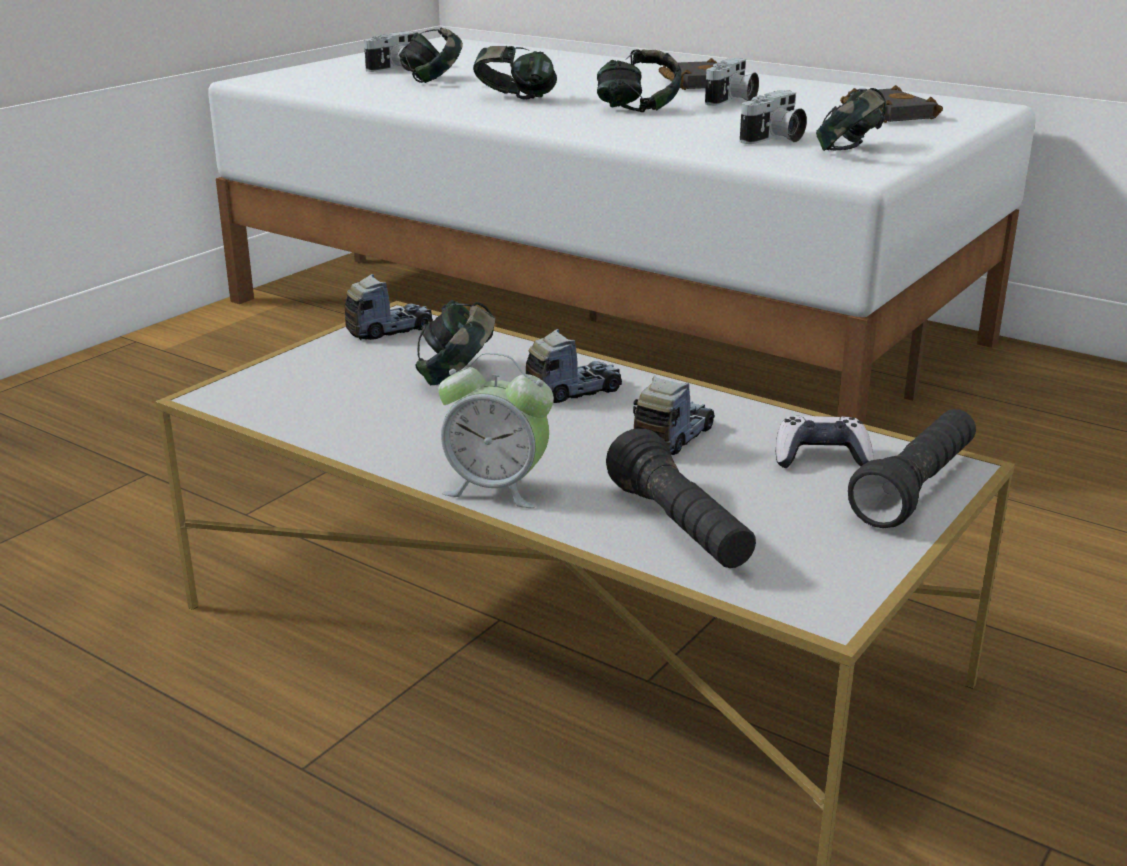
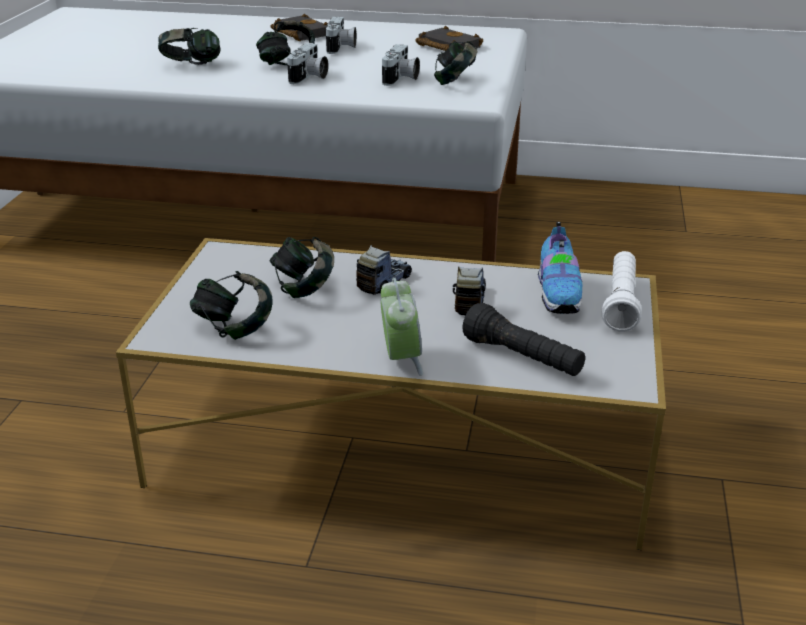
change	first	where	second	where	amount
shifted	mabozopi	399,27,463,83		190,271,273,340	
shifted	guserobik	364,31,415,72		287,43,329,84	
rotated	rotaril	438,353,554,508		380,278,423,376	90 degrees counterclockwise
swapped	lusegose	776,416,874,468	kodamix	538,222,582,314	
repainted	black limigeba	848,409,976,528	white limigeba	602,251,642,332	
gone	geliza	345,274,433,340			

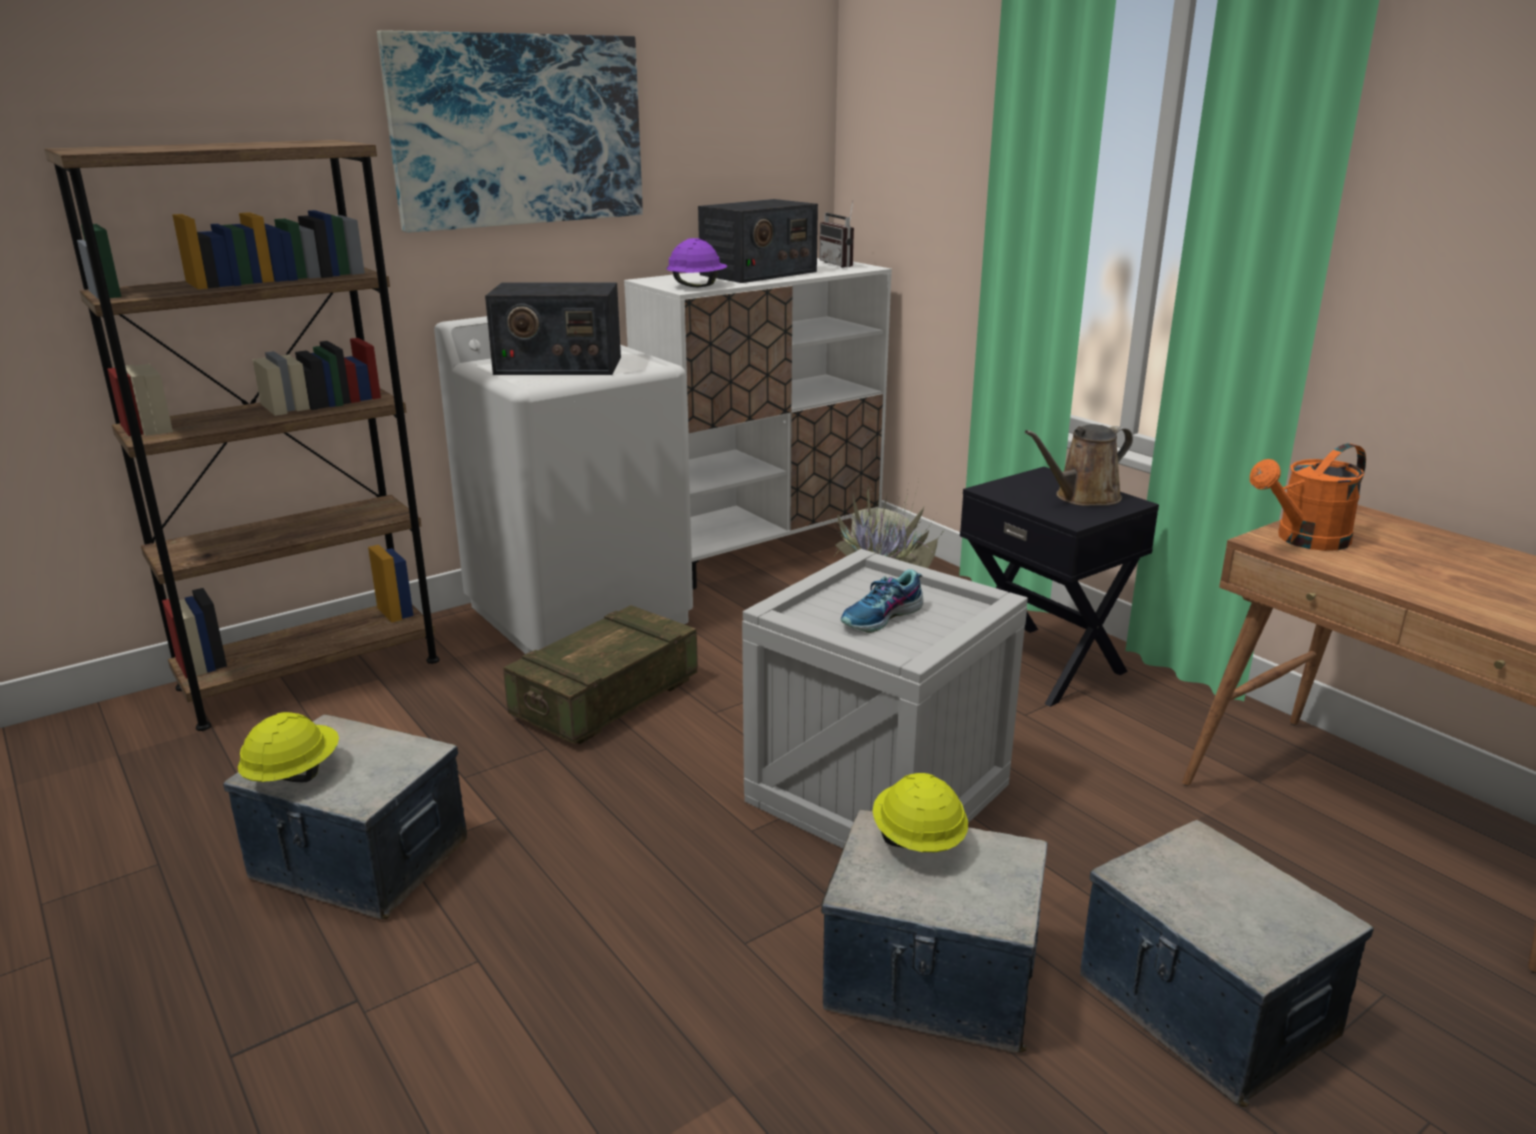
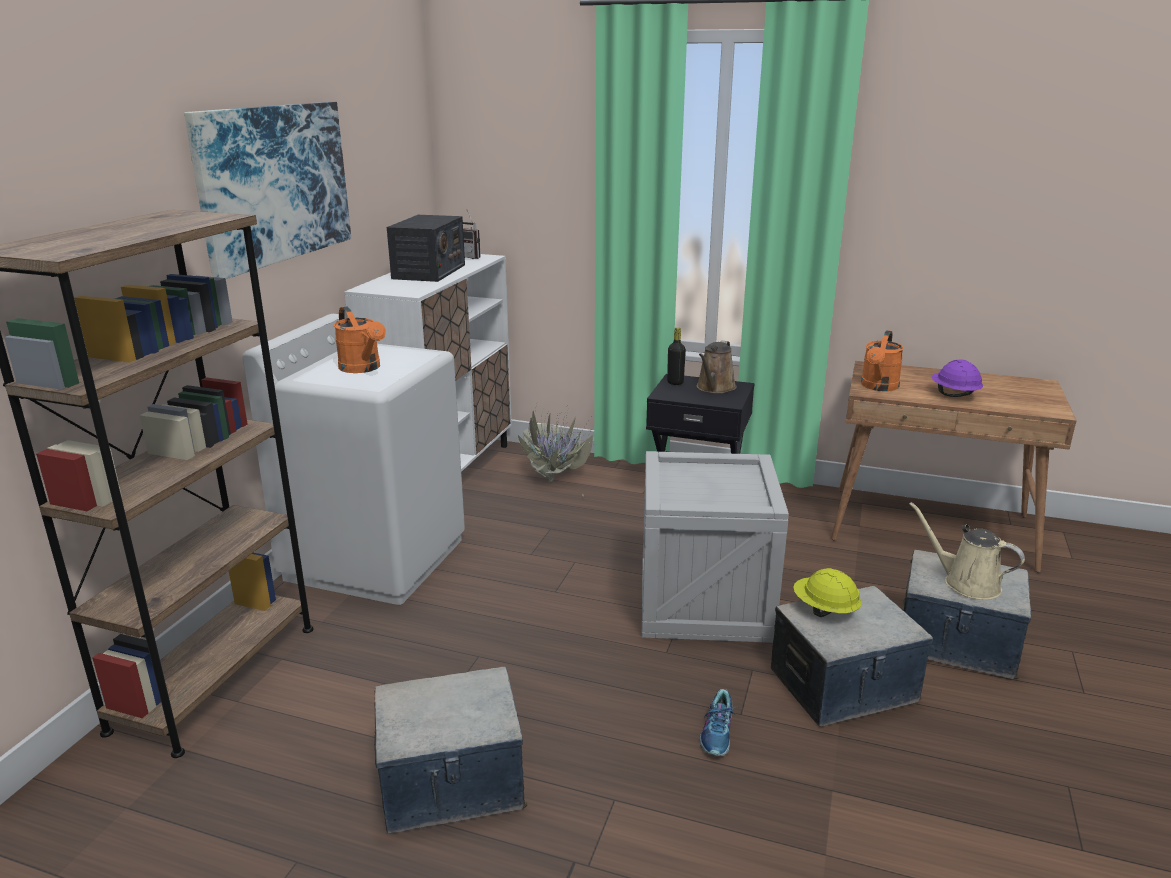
change	first	where	second	where	amount
swapped	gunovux	485,282,621,375	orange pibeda	334,306,386,373	
new			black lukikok	667,327,686,385	
shifted	kodamix	841,569,923,633		699,689,736,756	
new			beige pibeda	909,502,1025,600	
shifted	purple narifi	667,238,727,287		932,360,983,397	
gone	yellow narifi	238,712,339,782			
gone	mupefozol	503,605,698,744			

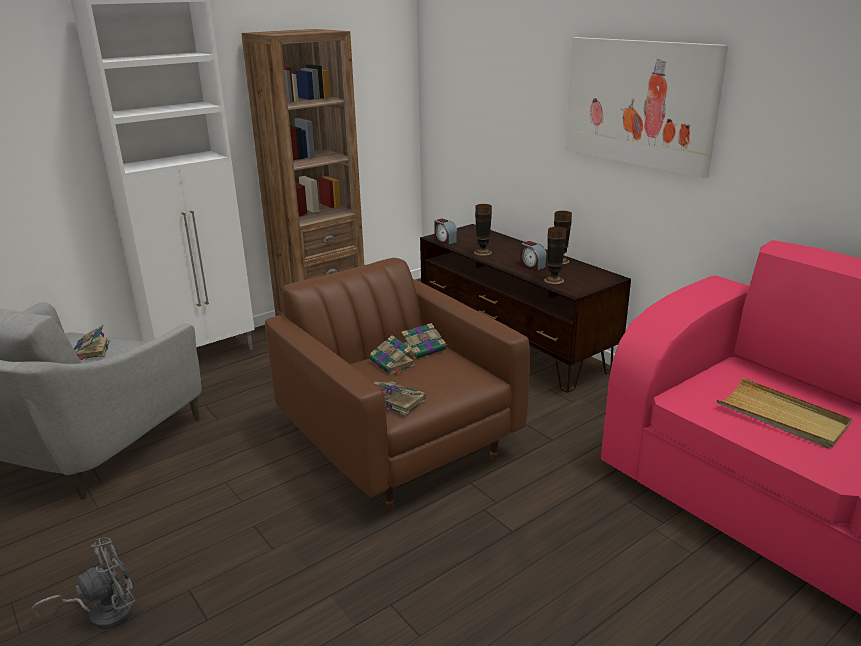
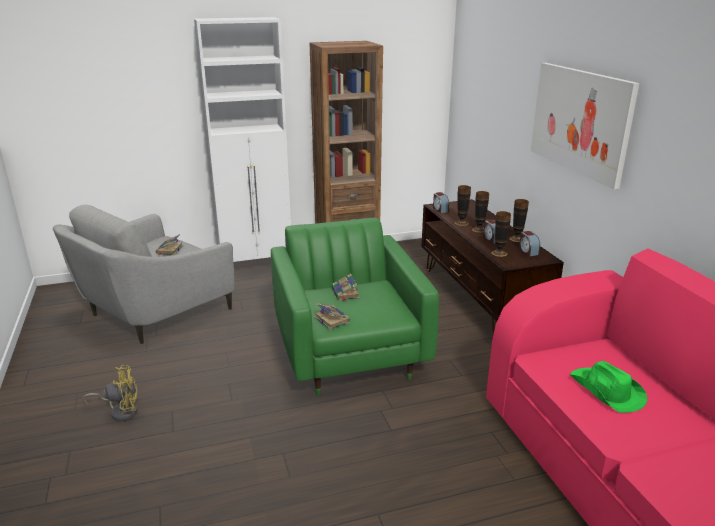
change	first	where	second	where	amount
repainted	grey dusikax	31,537,136,629	yellow dusikax	83,365,138,421	
repainted	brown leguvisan	265,258,530,510	green leguvisan	271,218,439,395	
new			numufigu	472,191,489,233	
new			rotaril	519,231,540,256	
swapped	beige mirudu	717,378,852,449	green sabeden	570,361,648,413	
gone	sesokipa	401,323,449,359			

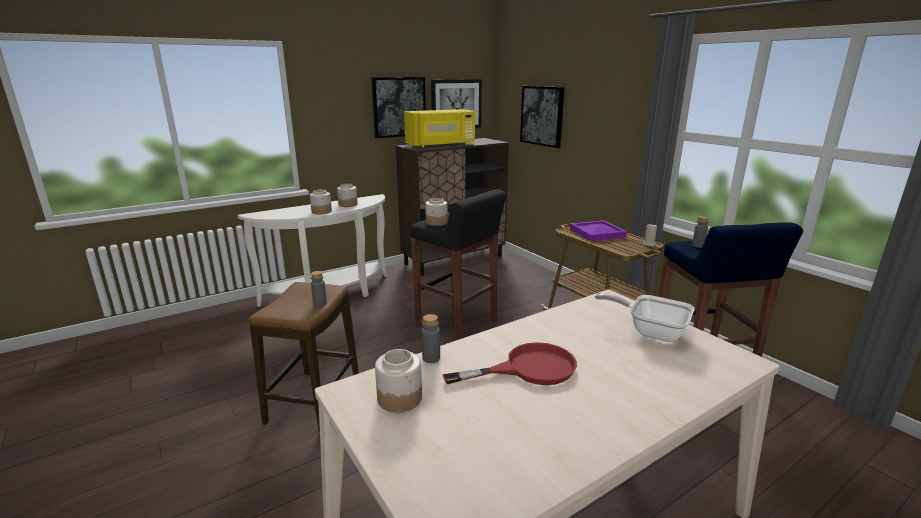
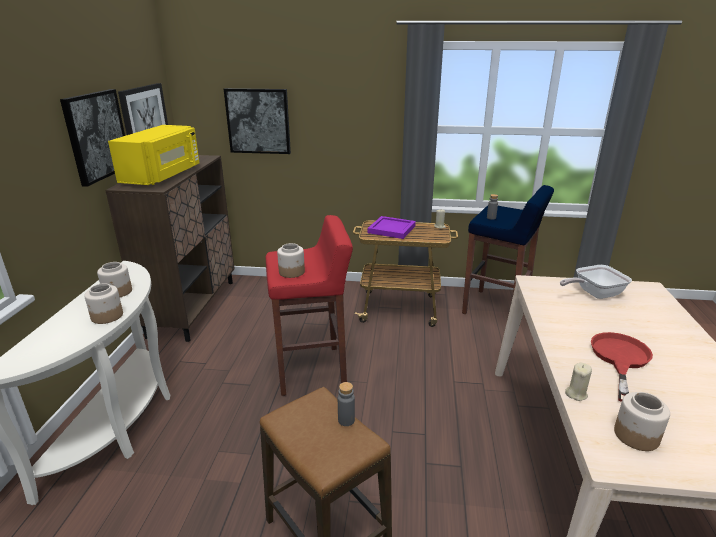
change	first	where	second	where	amount
repainted	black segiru	409,189,506,340	red segiru	266,215,353,396	
swapped	grey lukikok	422,314,440,363	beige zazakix	565,363,592,401	

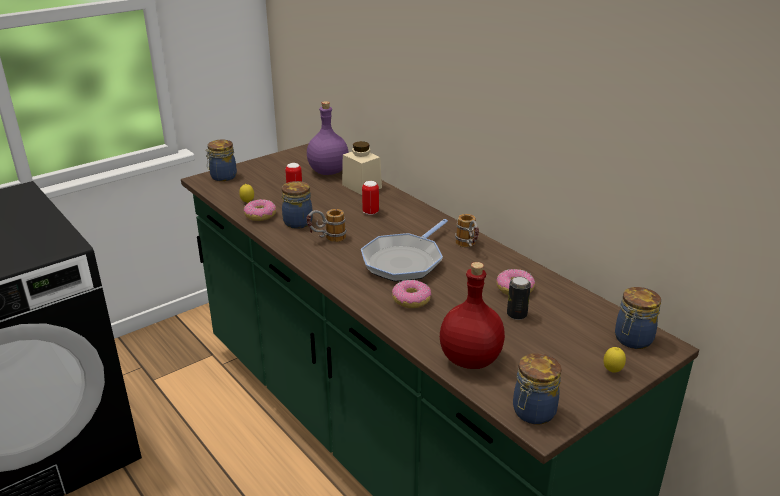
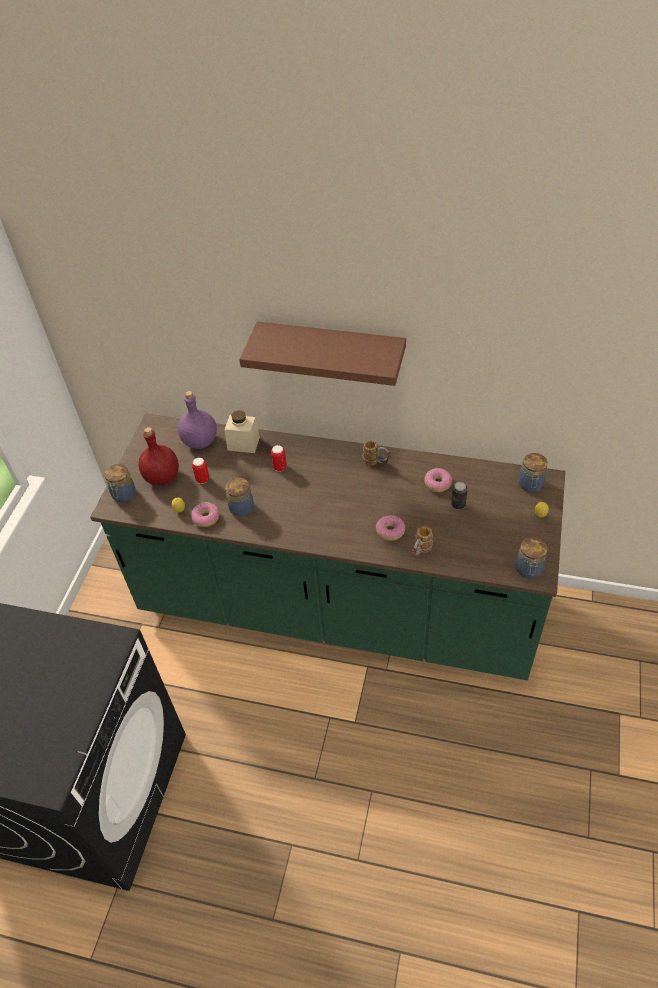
change	first	where	second	where	amount
shifted	red lukikok	440,262,505,369		139,427,179,485	
new			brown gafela	239,322,406,386	
shifted	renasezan	307,209,346,242		413,526,433,557	
gone	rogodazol	361,219,448,282			

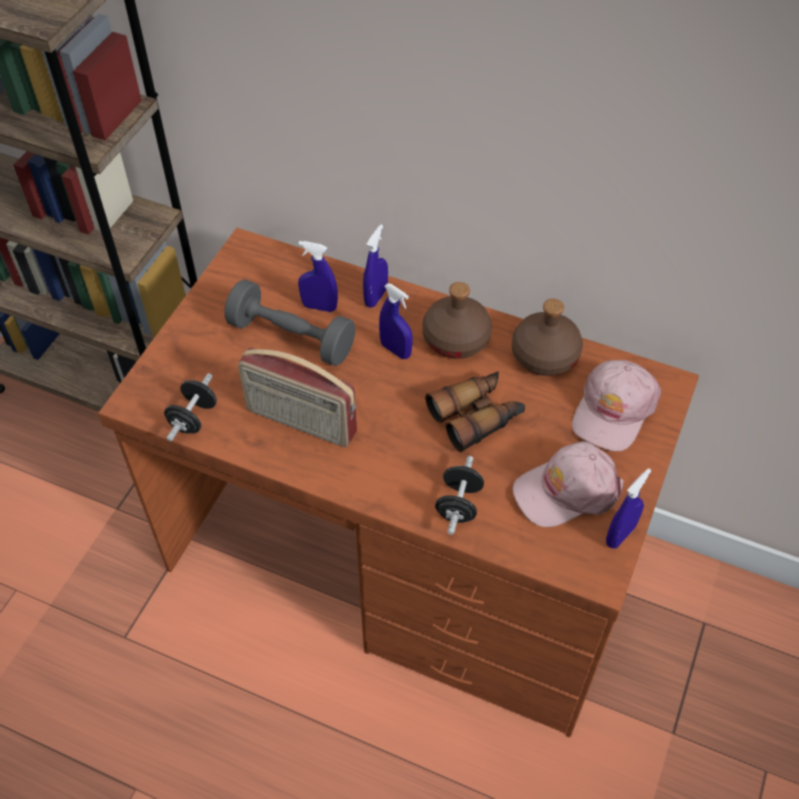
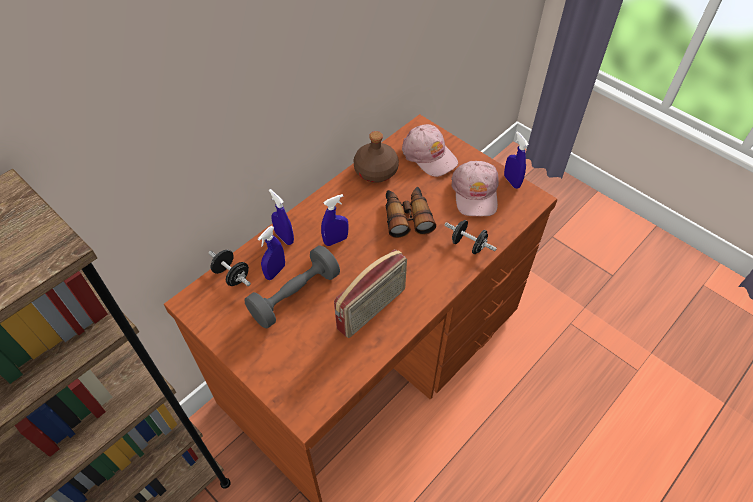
change	first	where	second	where	amount
shifted	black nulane	164,373,217,441		209,250,251,286	
gone	brown lukikok	422,282,492,359			

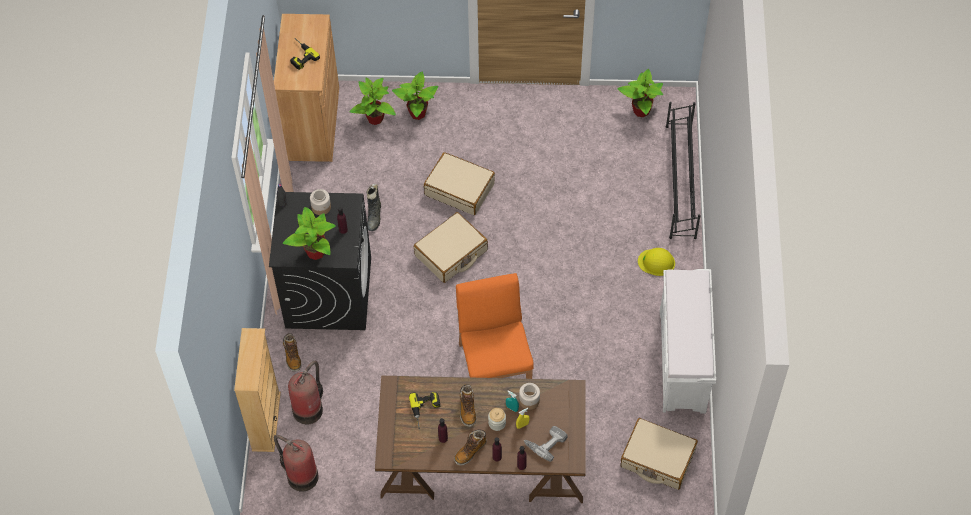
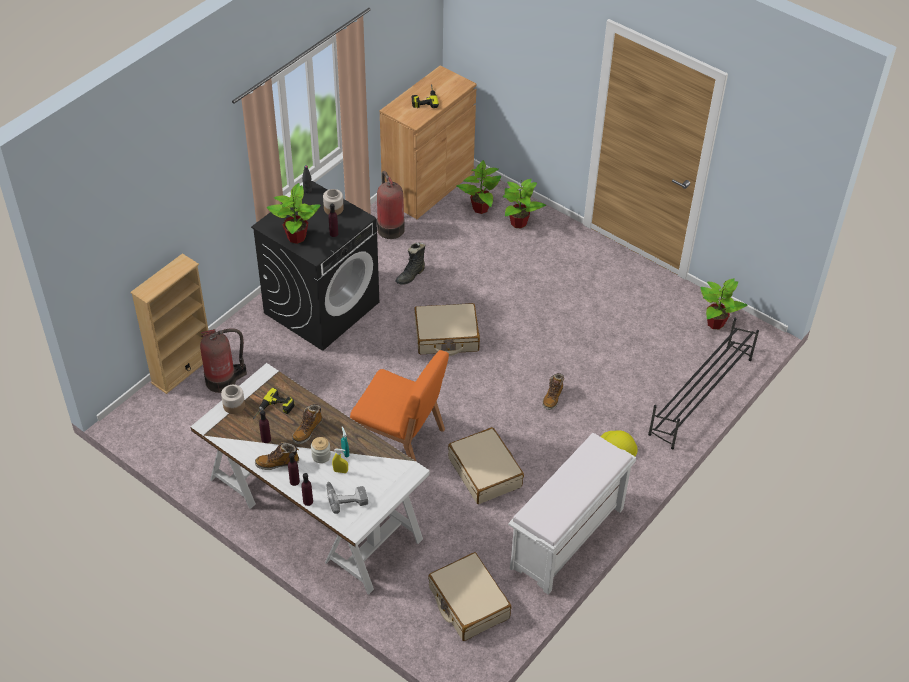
change	first	where	second	where	amount
repainted	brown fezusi	375,376,586,503	white fezusi	190,363,430,595	
shifted	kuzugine	519,383,540,410		221,385,245,414	
rotated	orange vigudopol	456,273,534,379		350,350,449,462	90 degrees clockwise
shifted	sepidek	274,435,319,492		377,171,405,239	
shifted	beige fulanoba	424,152,495,215		448,427,524,504	
shifted	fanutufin	283,333,302,372		542,373,564,410	

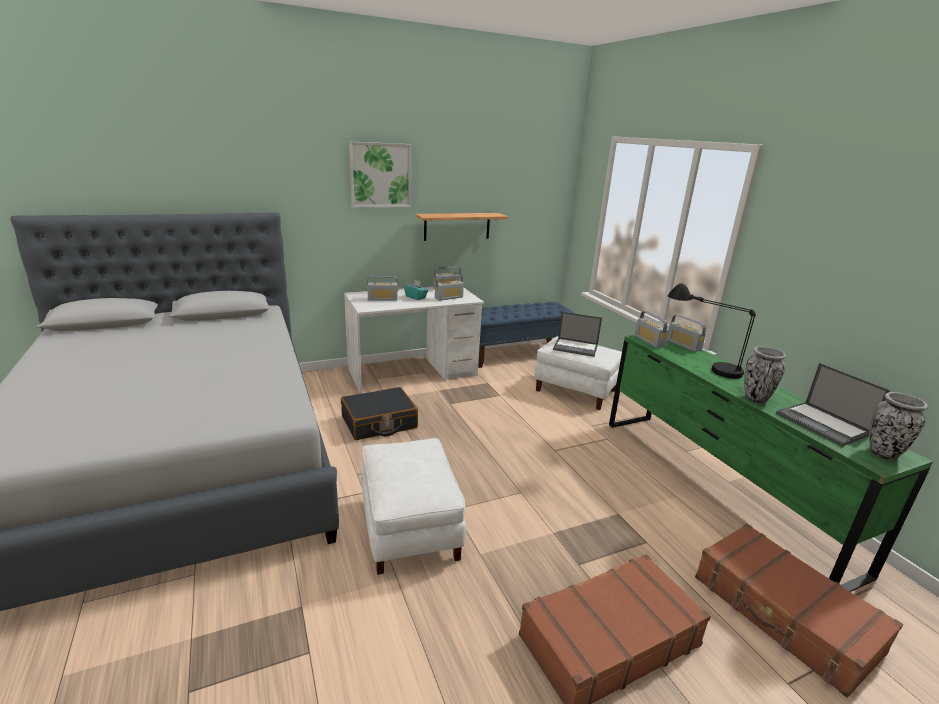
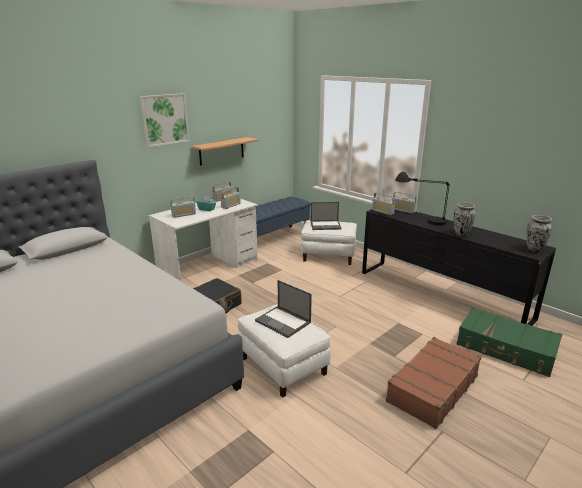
change	first	where	second	where	amount
shifted	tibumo	776,363,890,446		255,280,312,338	
repainted	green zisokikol	609,335,933,592	black zisokikol	362,209,556,326	
repainted	brown fulanoba	695,524,903,698	green fulanoba	457,307,562,377	

